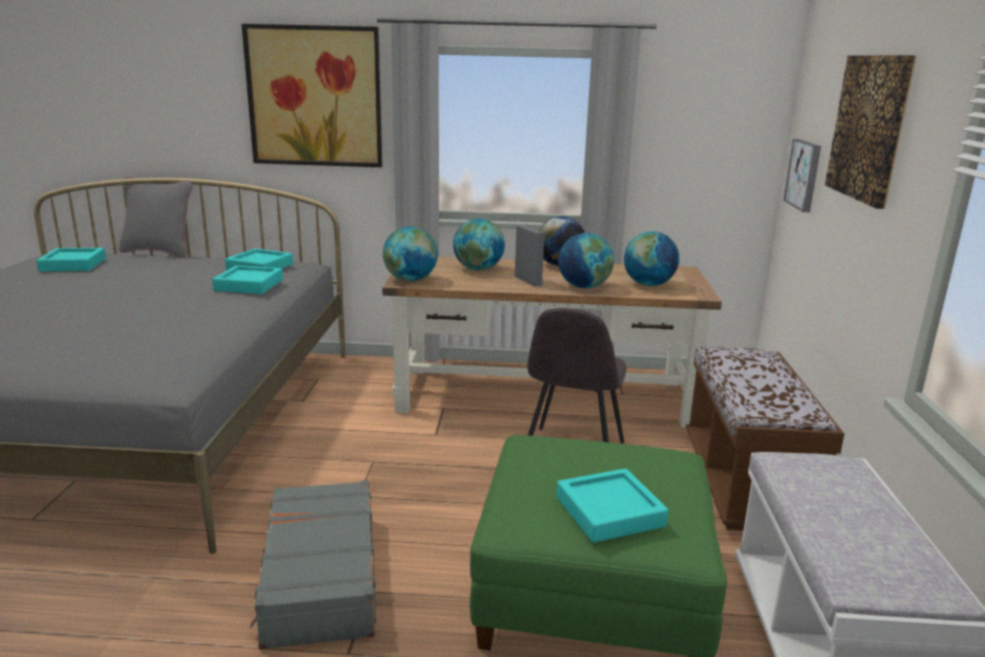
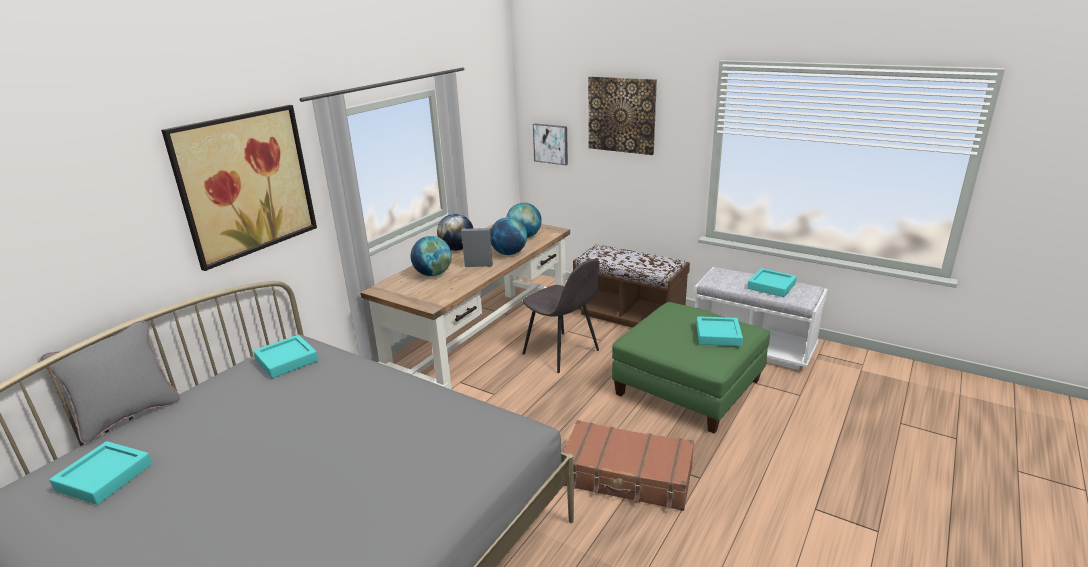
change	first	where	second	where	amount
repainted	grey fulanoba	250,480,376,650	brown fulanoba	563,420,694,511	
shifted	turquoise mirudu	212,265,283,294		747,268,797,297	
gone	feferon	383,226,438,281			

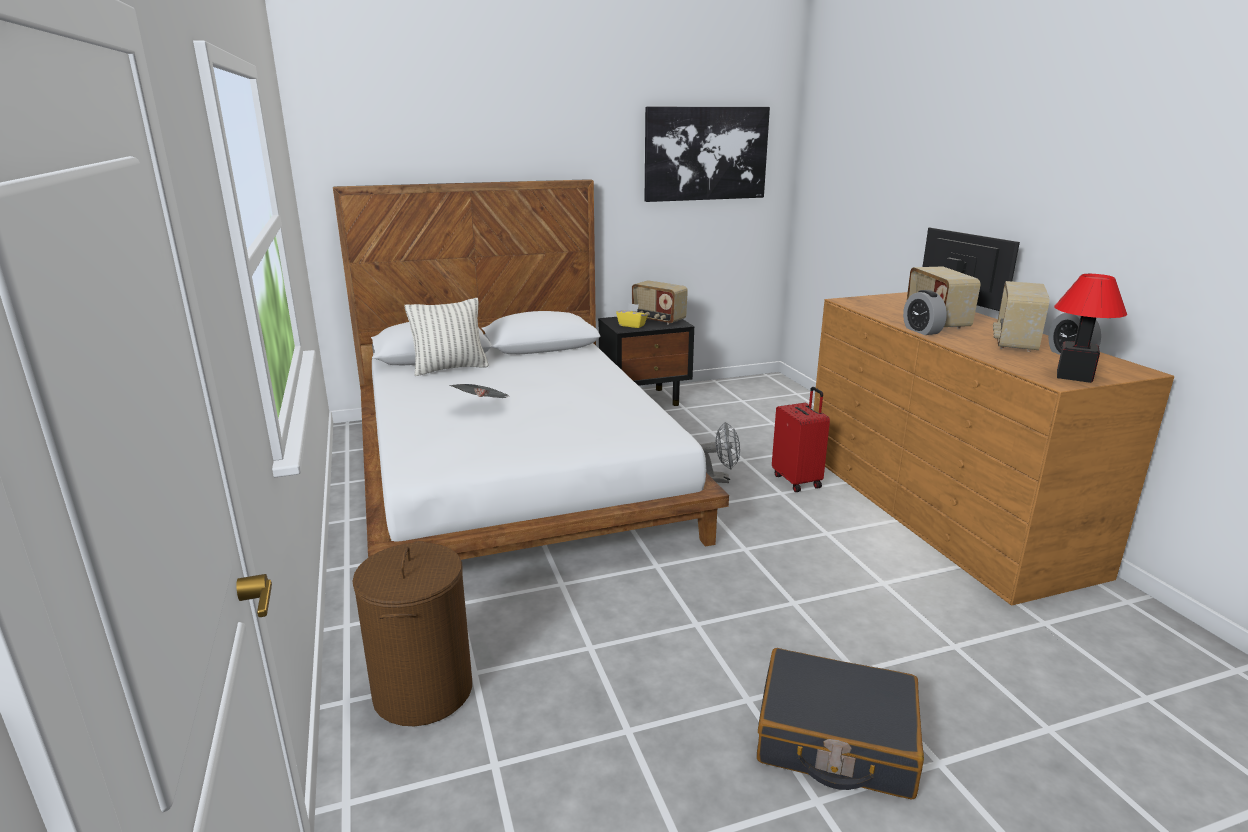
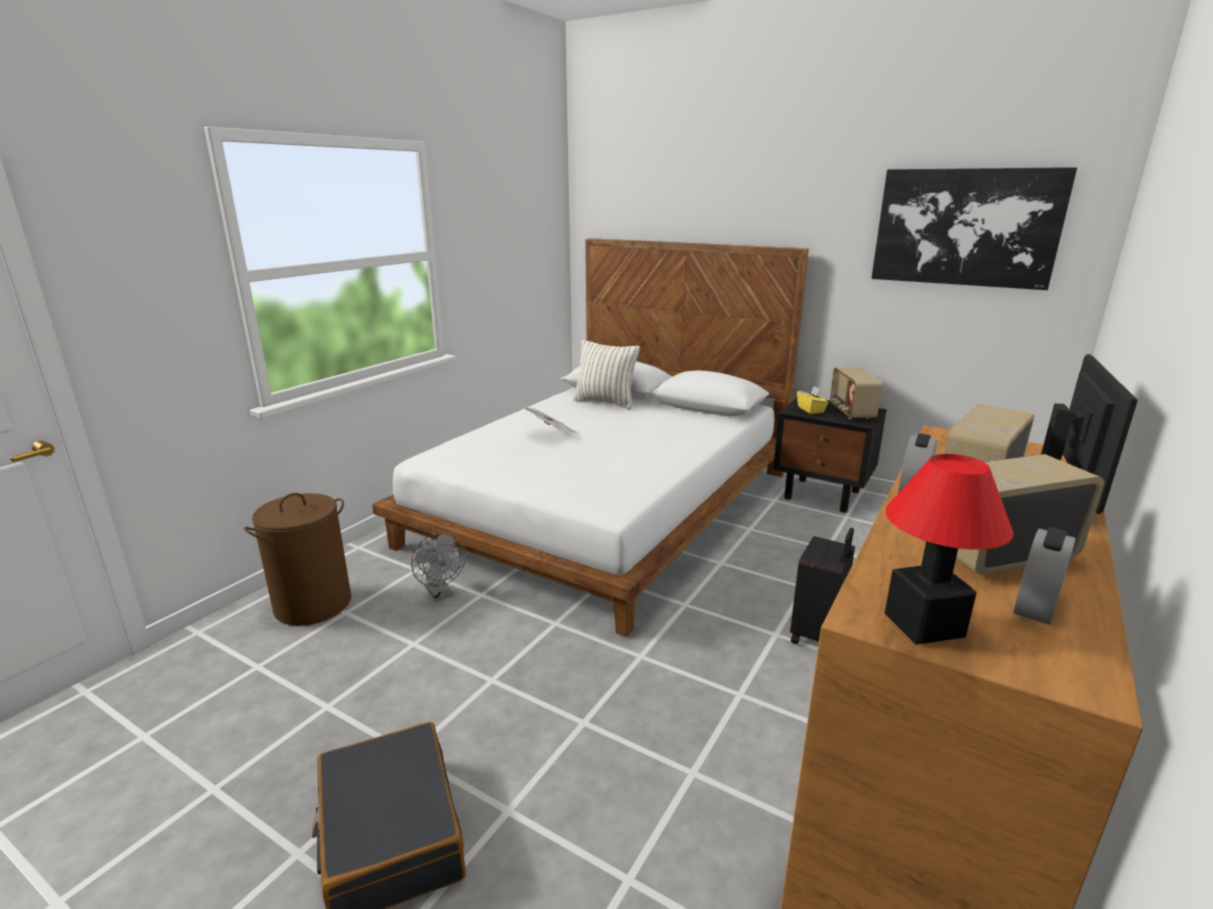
change	first	where	second	where	amount
shifted	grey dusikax	700,422,740,483		411,532,466,601	
repainted	red fulanoba	772,387,830,492	black fulanoba	790,528,855,644	

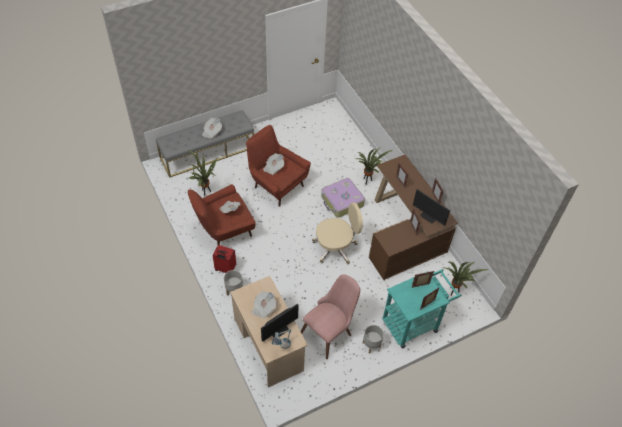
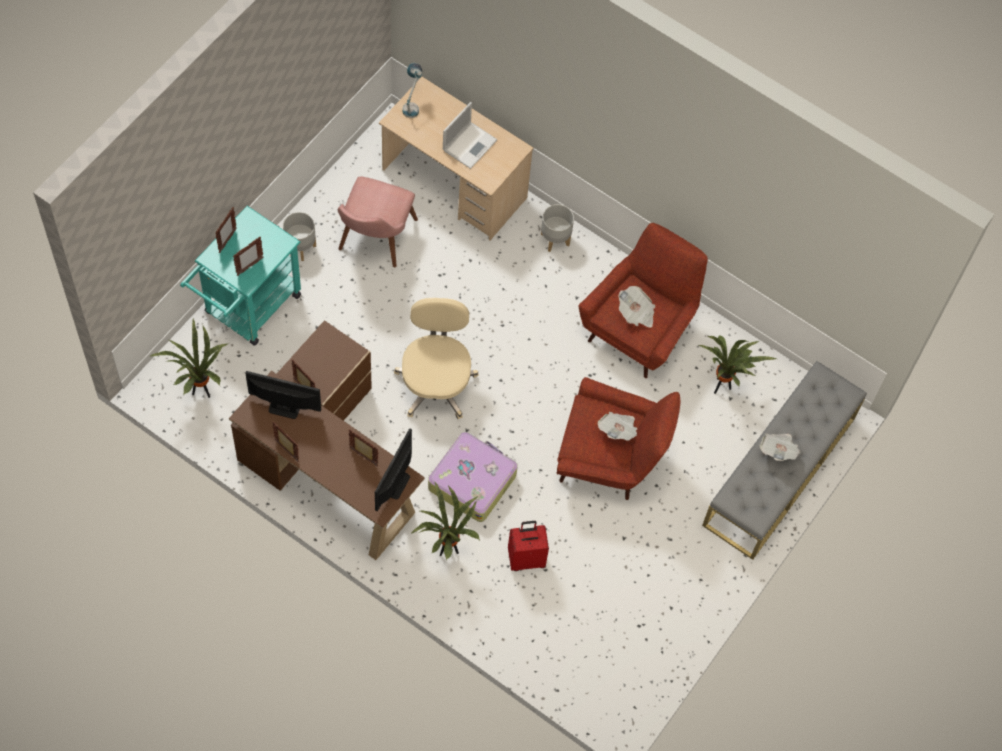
change	first	where	second	where	amount
shifted	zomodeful	261,304,299,342		375,428,412,511	
rotated	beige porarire	312,202,363,264		394,298,479,419	135 degrees clockwise
swapped	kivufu	251,291,277,319	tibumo	443,102,497,169	
shifted	red fulanoba	213,245,236,273		508,521,549,571	

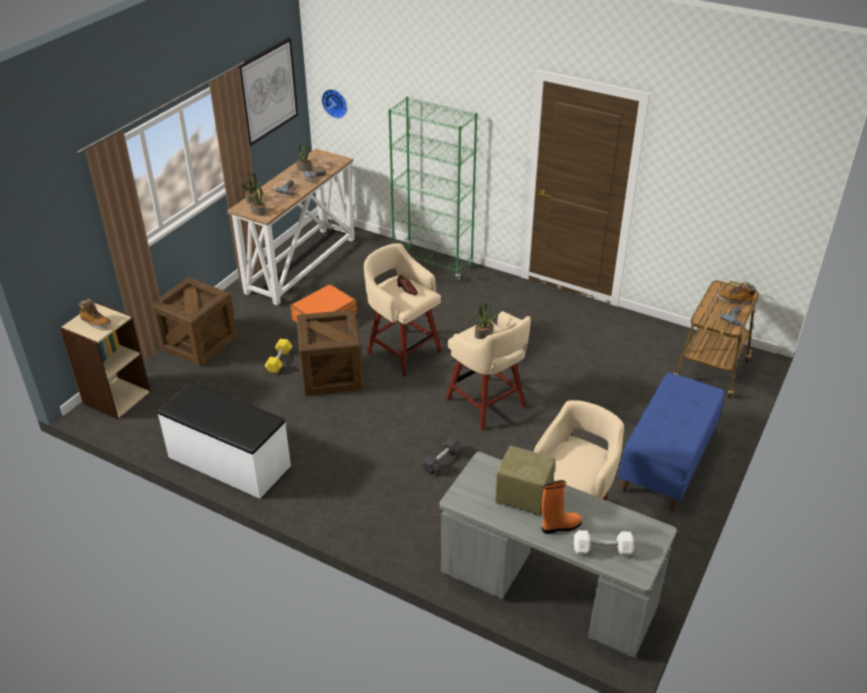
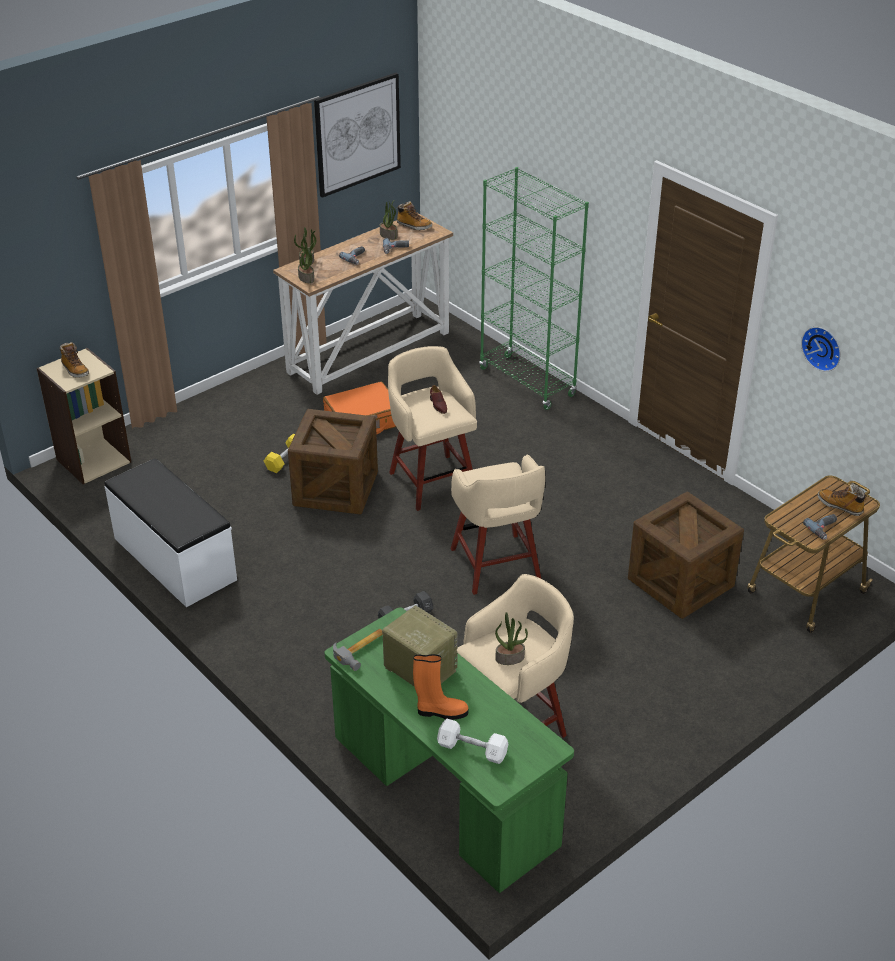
change	first	where	second	where	amount
repainted	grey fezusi	440,452,677,659	green fezusi	324,607,574,893	
new			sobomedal	333,629,383,671	
new			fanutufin	397,201,432,231	
shifted	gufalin	473,302,497,339		495,612,528,665	
shifted	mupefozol	152,277,237,366		628,491,744,619	
shifted	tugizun	322,89,347,119		801,327,841,372	
gone	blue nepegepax	618,372,725,511			

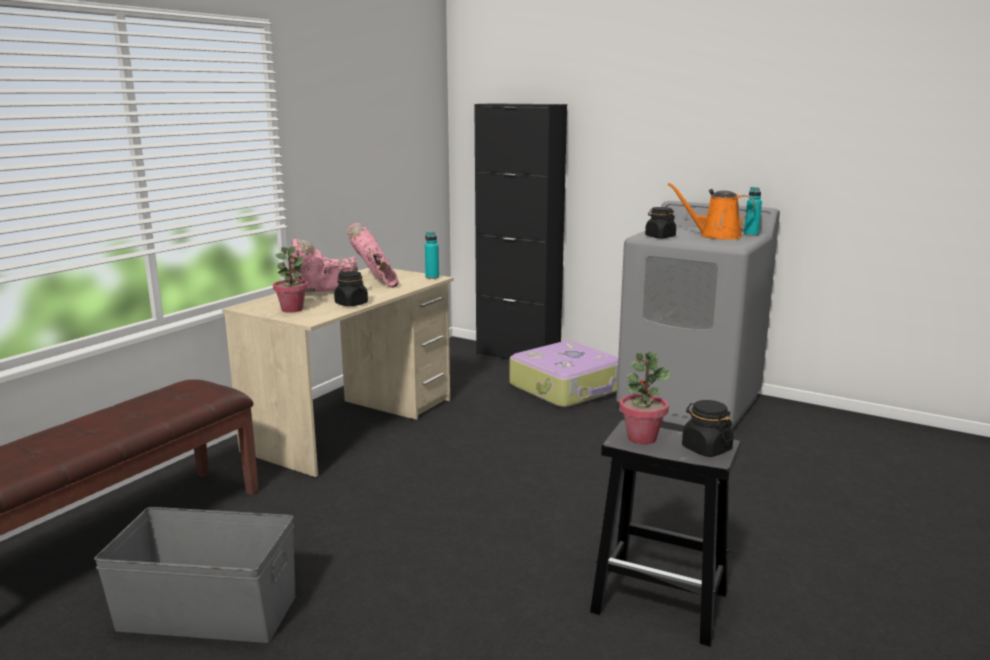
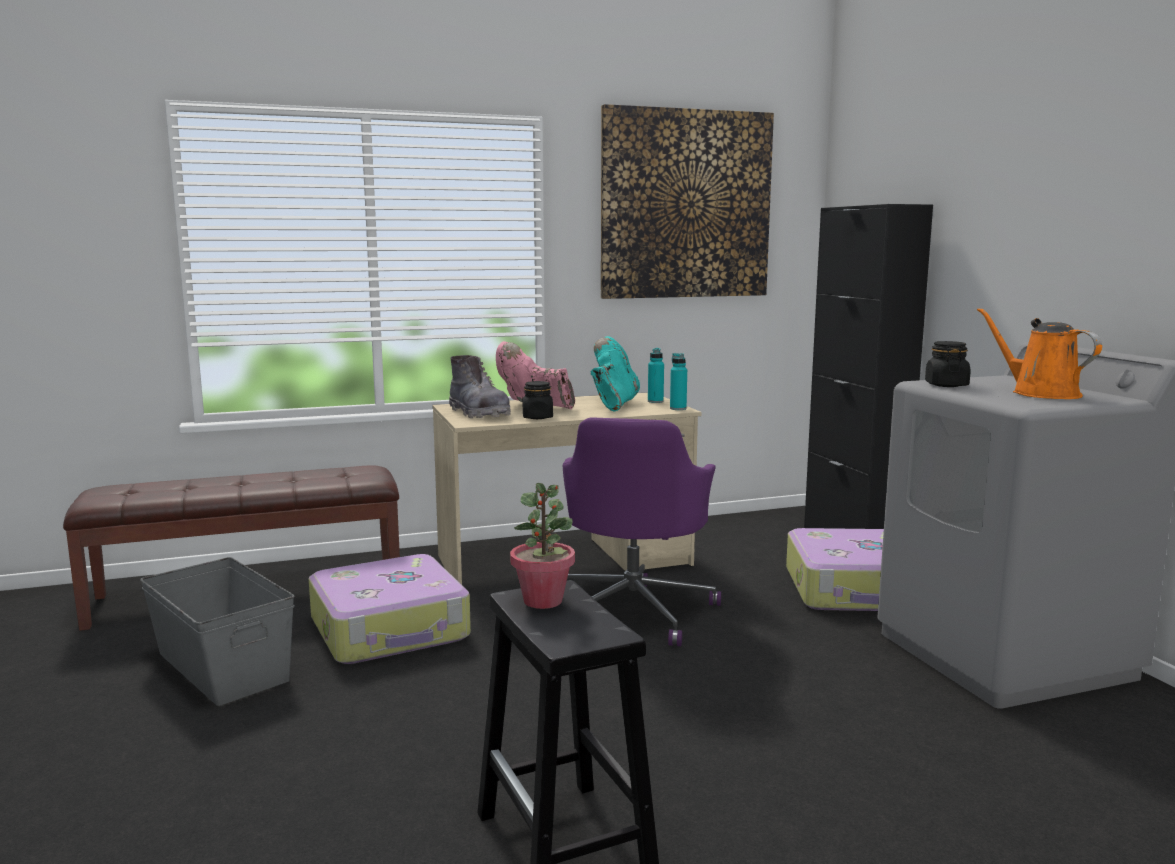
change	first	where	second	where	amount
new			fulanoba	309,554,471,664	
swapped	gufalin	273,246,308,313	grey fanutufin	449,355,511,418	
new			purple porarire	563,418,721,646	
repainted	pink fanutufin	347,223,398,288	turquoise fanutufin	591,336,640,411	
new			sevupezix	601,104,774,299	
shifted	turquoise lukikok	744,187,762,236		648,348,664,403	
gone	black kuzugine	682,400,733,457			

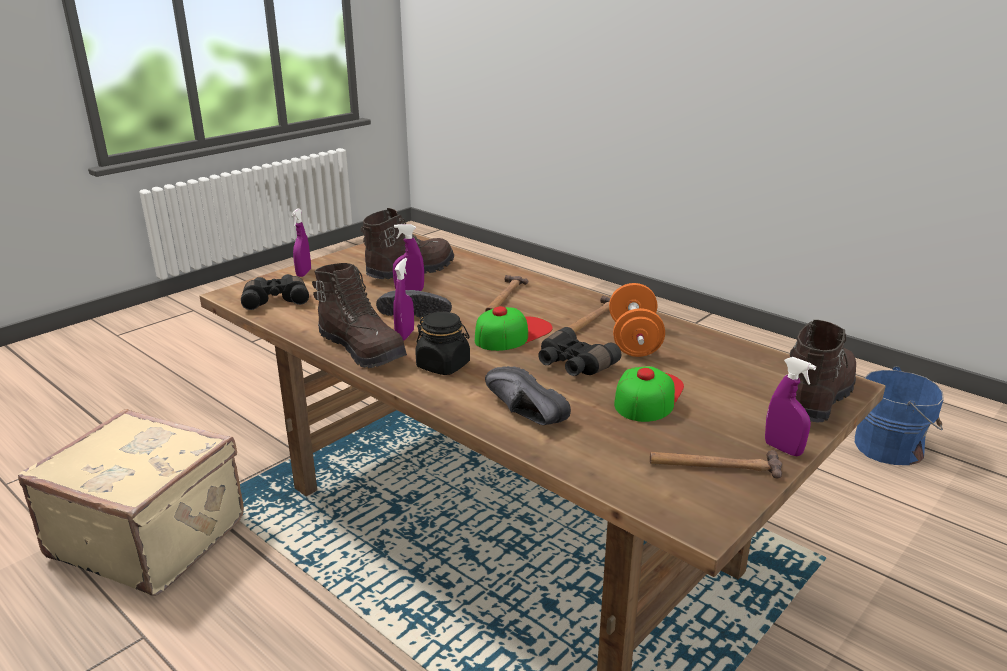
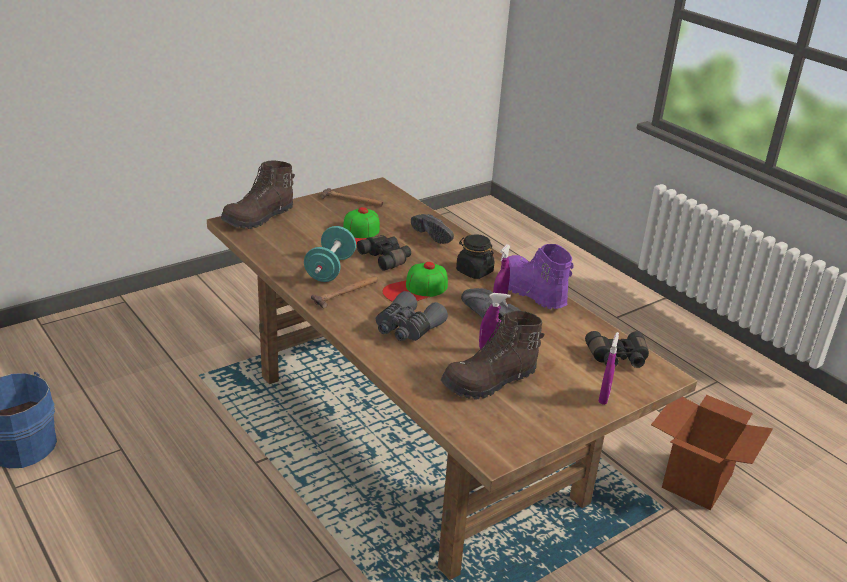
change	first	where	second	where	amount
repainted	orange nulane	609,283,665,357	turquoise nulane	304,226,356,282	
swapped	sobomedal	485,275,528,312	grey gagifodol	376,291,448,341	
repainted	brown fanutufin	312,263,407,368	purple fanutufin	500,244,574,309	
swapped	beige fulanoba	18,409,244,595	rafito	651,395,773,510	
gone	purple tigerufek	765,357,816,456			

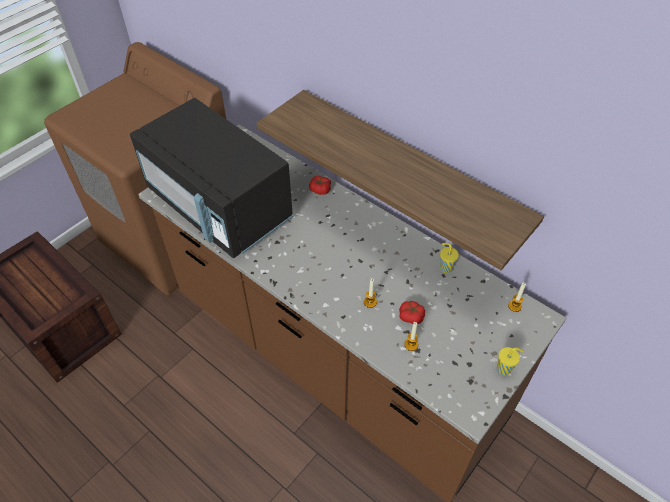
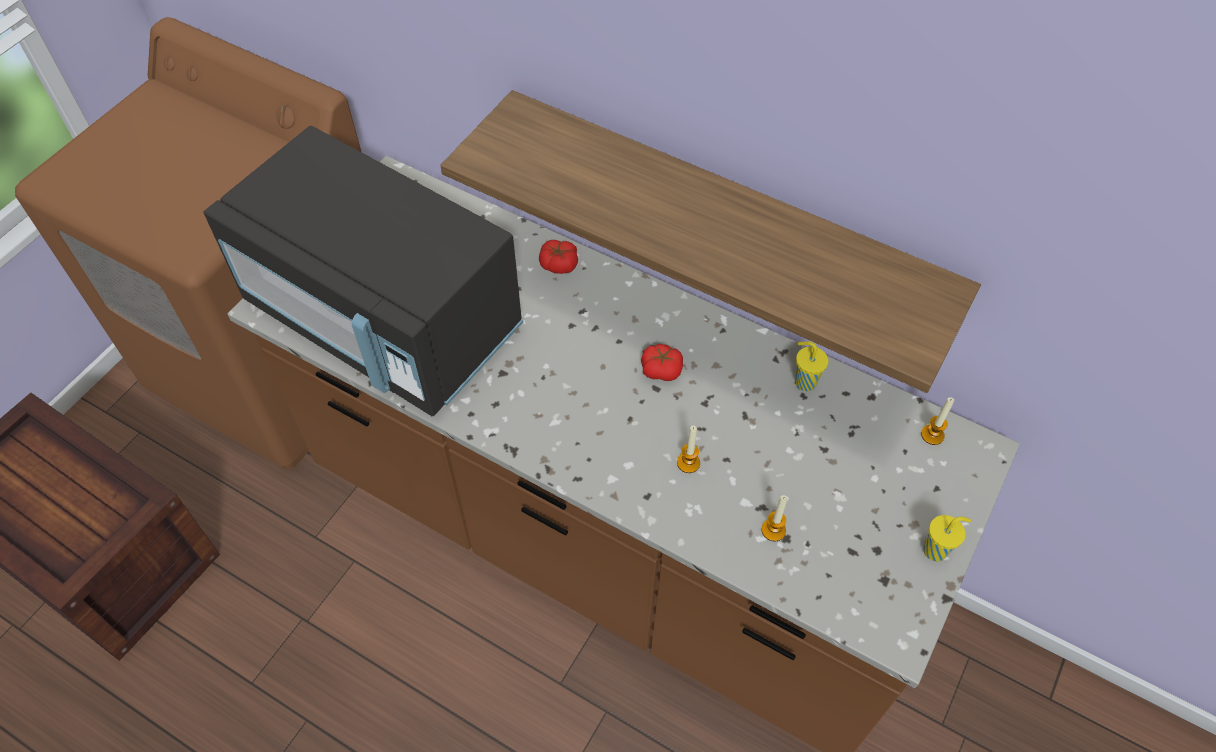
change	first	where	second	where	amount
shifted	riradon	399,301,425,324		641,344,683,381	

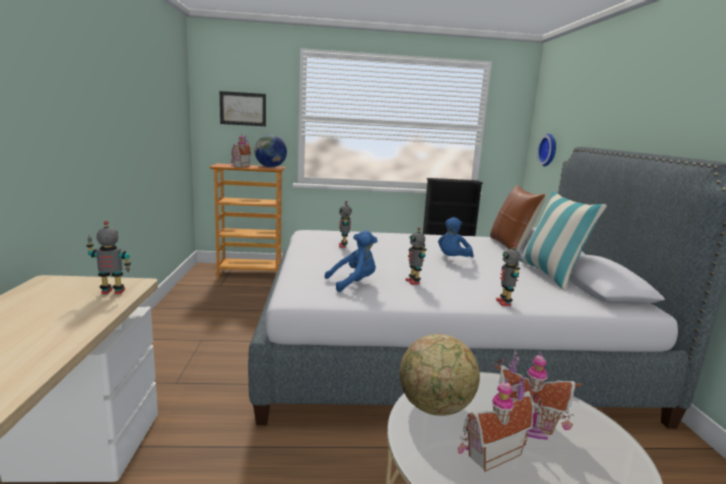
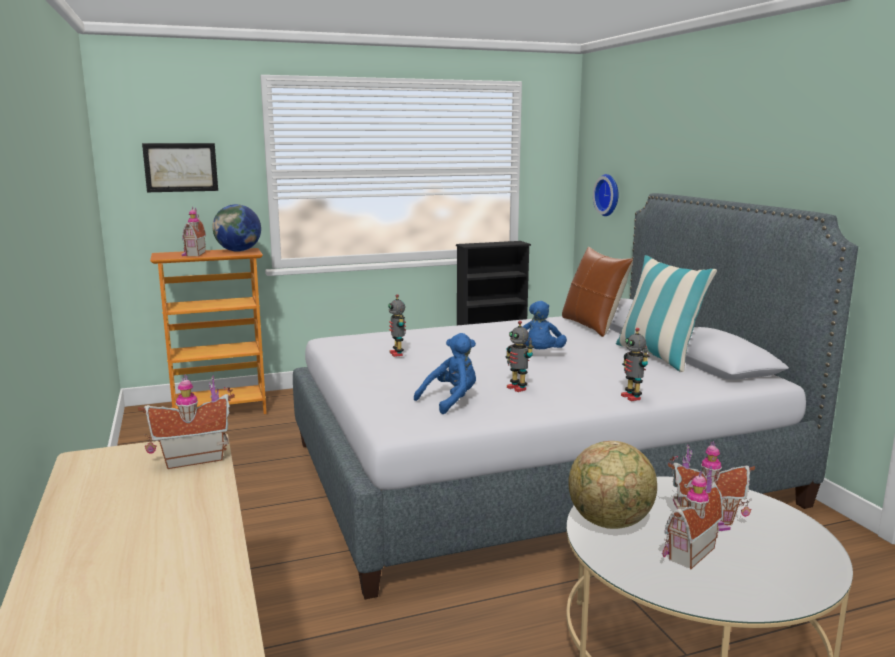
change	first	where	second	where	amount
swapped	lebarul	86,221,131,294	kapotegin	138,375,235,469	

